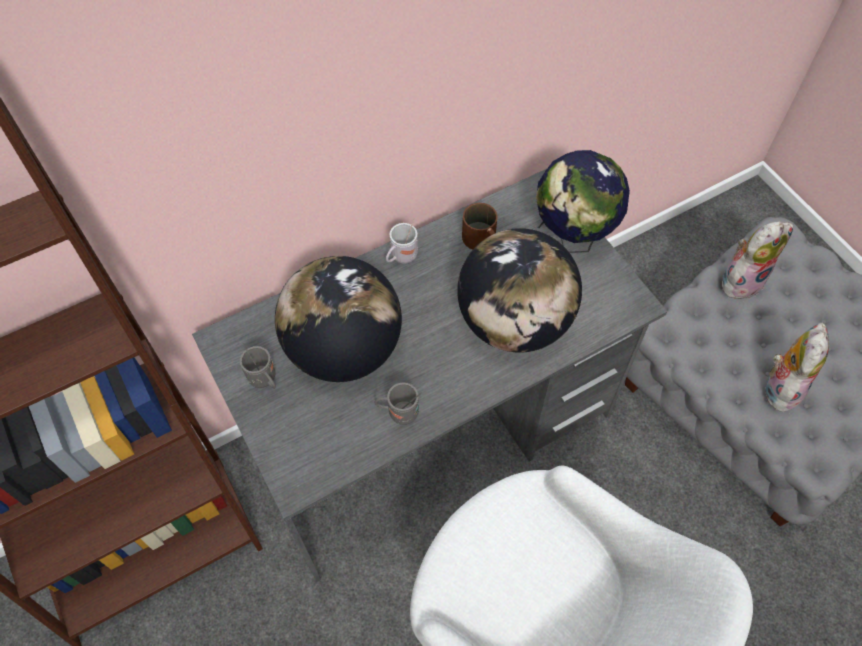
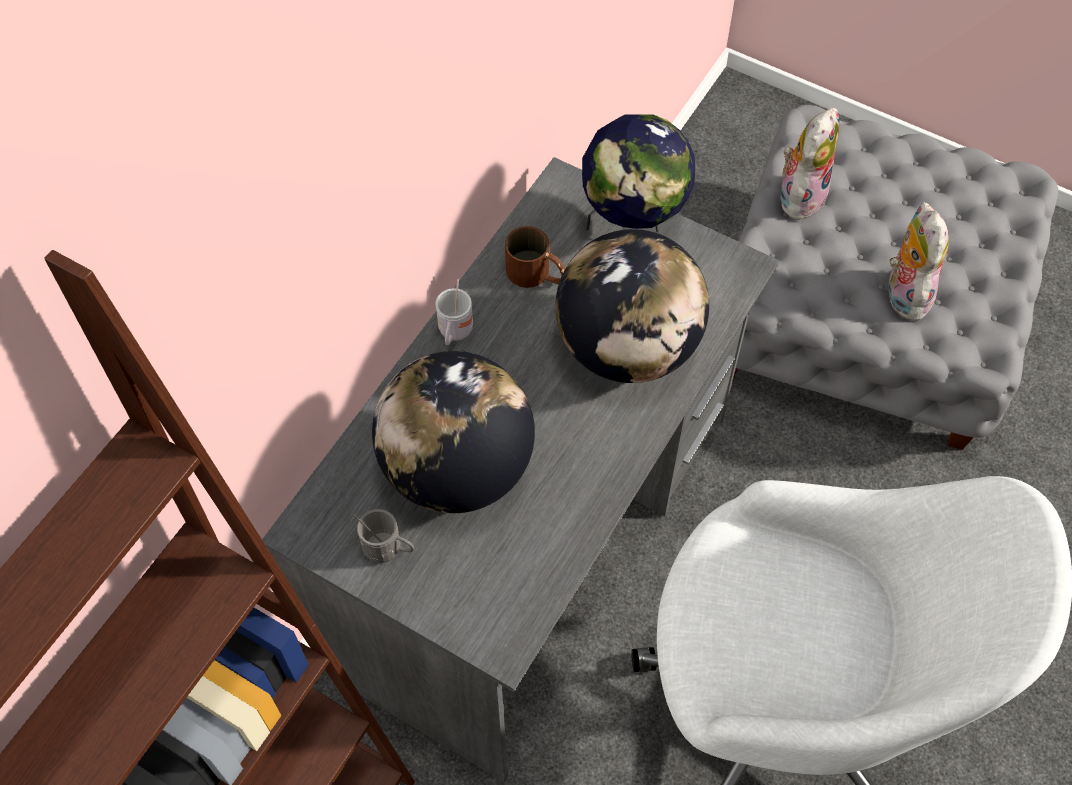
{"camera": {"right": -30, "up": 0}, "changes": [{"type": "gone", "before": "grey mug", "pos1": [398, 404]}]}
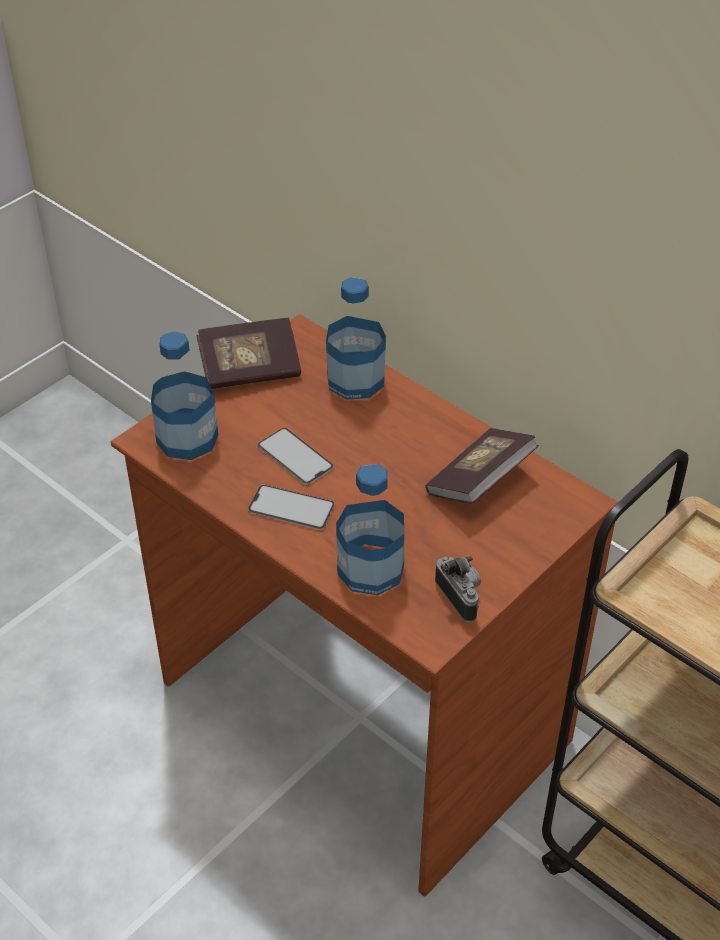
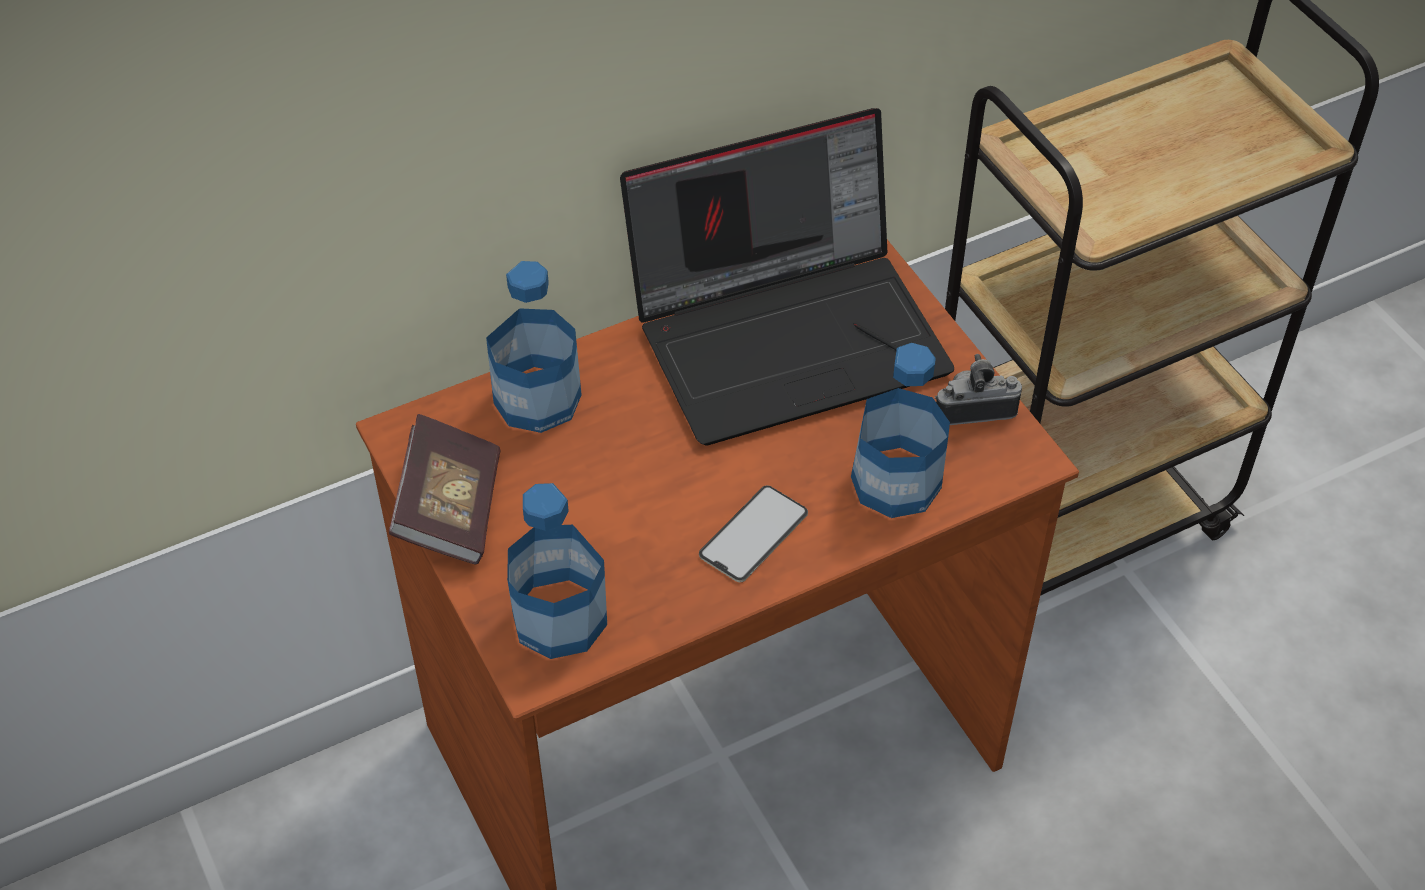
{"camera": {"right": -70, "up": 5}, "changes": [{"type": "swapped", "before": "book", "after": "laptop", "pos1": [481, 465], "pos2": [787, 277]}, {"type": "gone", "before": "phone", "pos1": [296, 456]}]}
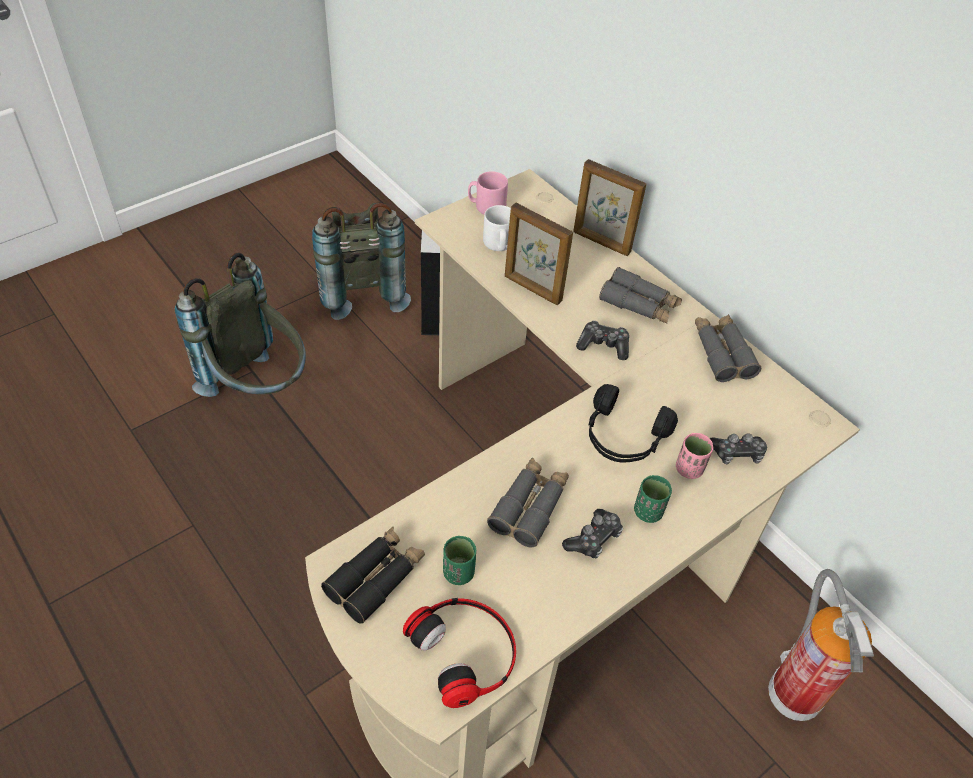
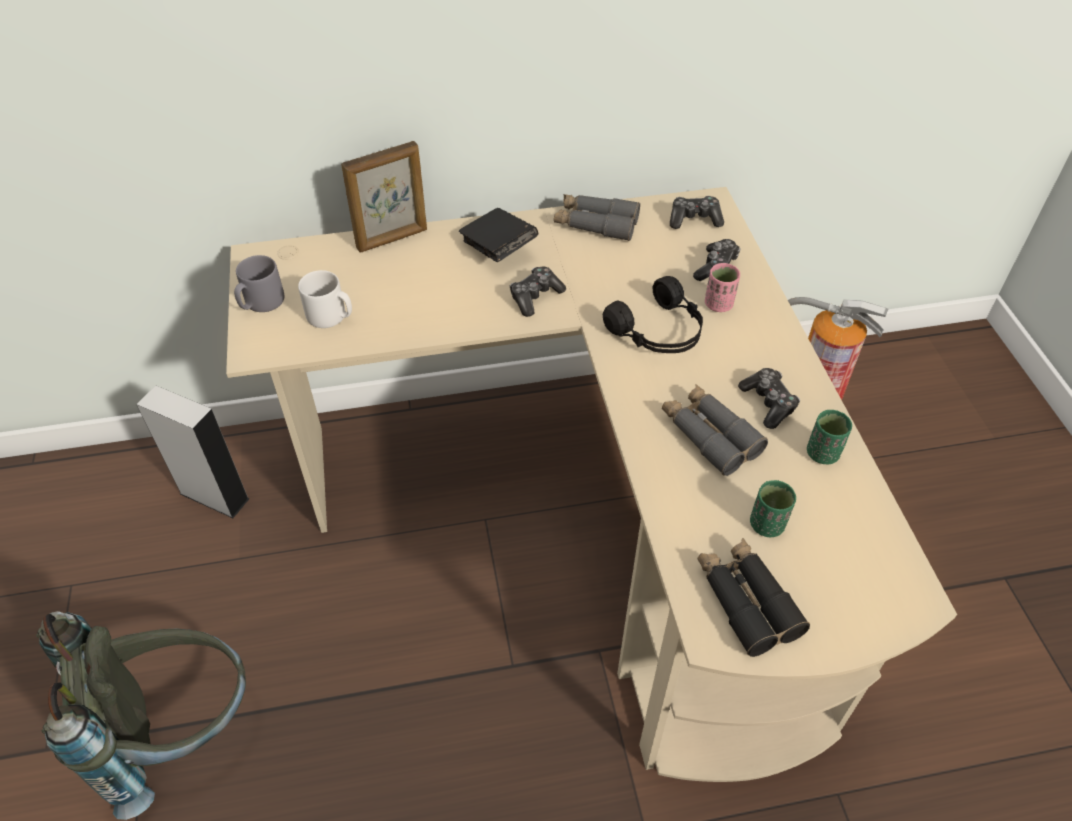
{"camera": {"right": -60, "up": 0}, "changes": [{"type": "repainted", "before": "pink mug", "after": "grey mug", "pos1": [488, 192], "pos2": [259, 283]}, {"type": "swapped", "before": "grey binoculars", "after": "black book", "pos1": [640, 295], "pos2": [498, 235]}, {"type": "new", "after": "game controller", "pos2": [697, 212]}, {"type": "shifted", "before": "green cup", "pos1": [653, 499], "pos2": [829, 437]}, {"type": "gone", "before": "grey backpack", "pos1": [361, 261]}, {"type": "gone", "before": "headphones", "pos1": [459, 653]}, {"type": "gone", "before": "picture frame", "pos1": [539, 254]}]}
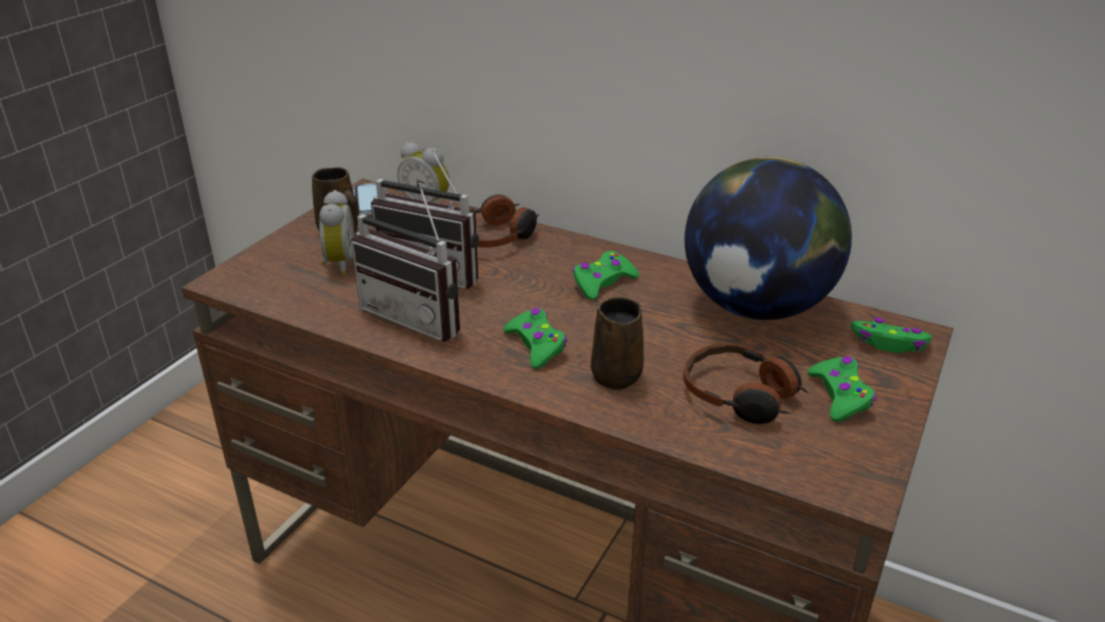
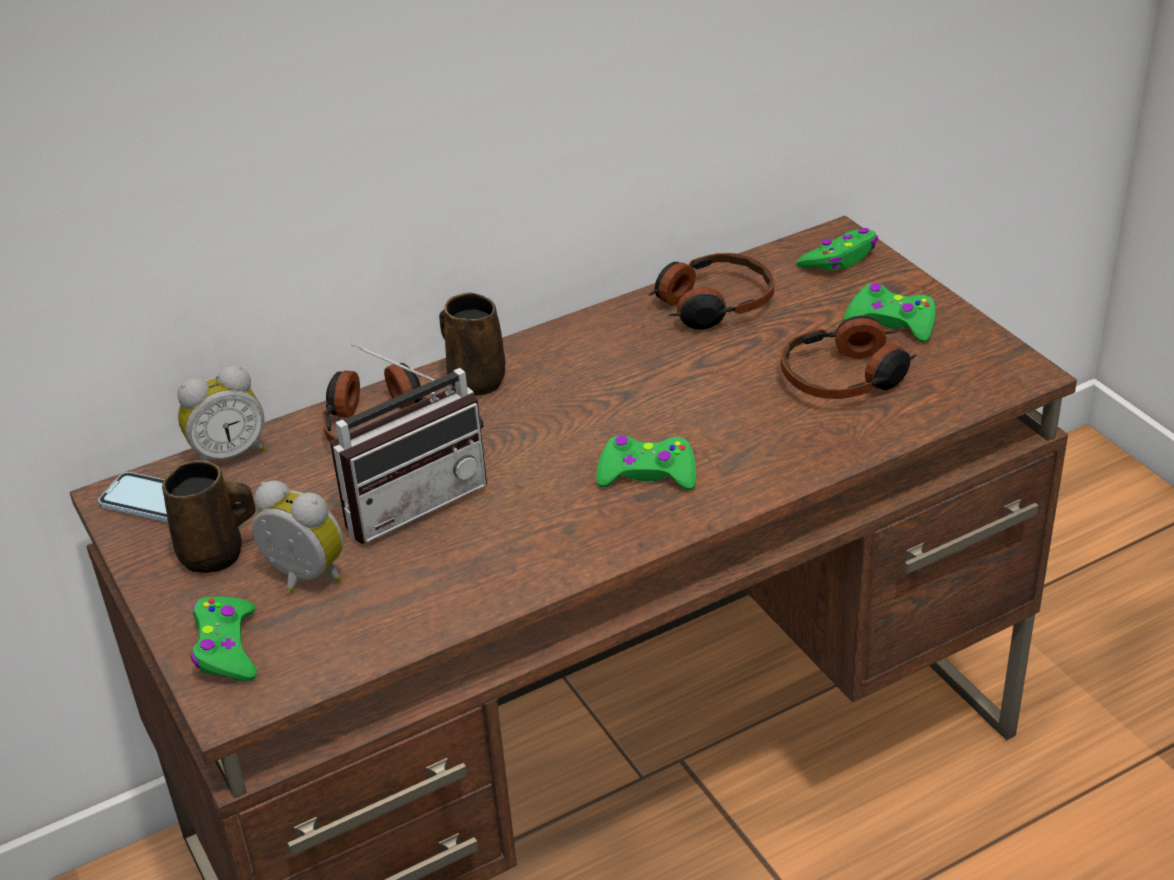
{"camera": {"right": -55, "up": 5}, "changes": [{"type": "shifted", "before": "green game controller", "pos1": [605, 275], "pos2": [224, 639]}, {"type": "shifted", "before": "brown mug", "pos1": [617, 343], "pos2": [472, 344]}, {"type": "swapped", "before": "globe", "after": "headphones", "pos1": [768, 238], "pos2": [711, 291]}, {"type": "gone", "before": "radio", "pos1": [405, 262]}]}
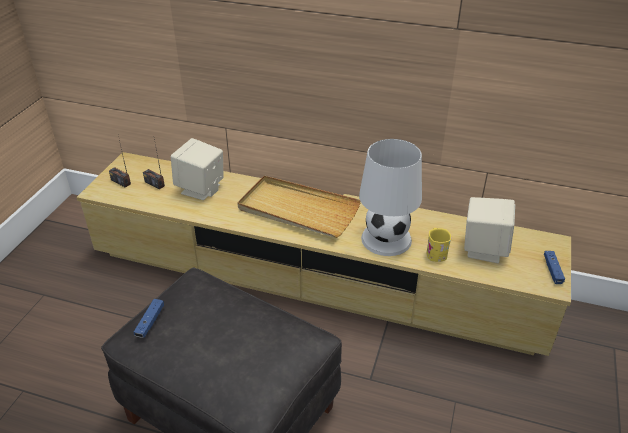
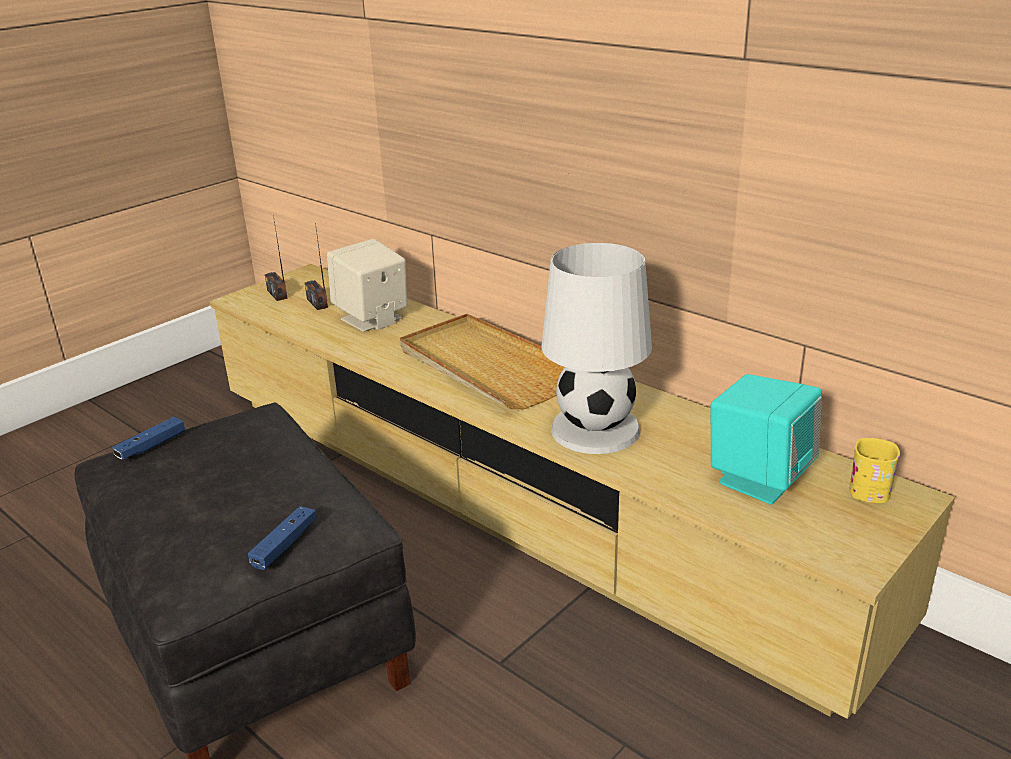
{"camera": {"right": 25, "up": -10}, "changes": [{"type": "shifted", "before": "blue game controller", "pos1": [554, 267], "pos2": [282, 538]}, {"type": "repainted", "before": "beige speaker", "after": "turquoise speaker", "pos1": [489, 230], "pos2": [766, 439]}, {"type": "shifted", "before": "yellow mug", "pos1": [439, 245], "pos2": [874, 470]}]}
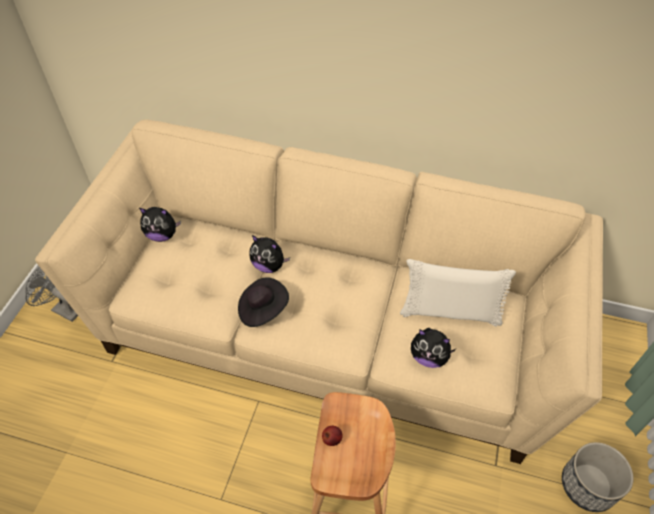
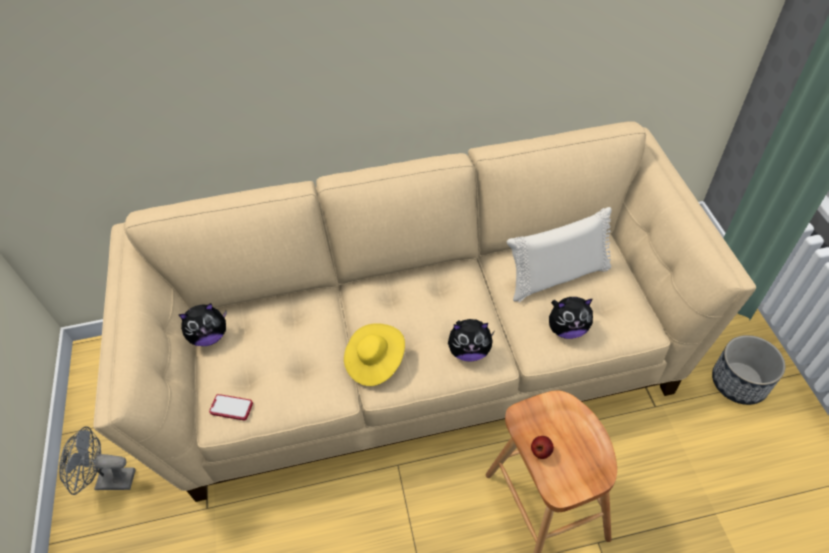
{"camera": {"right": -25, "up": 0}, "changes": [{"type": "new", "after": "phone", "pos2": [231, 407]}, {"type": "repainted", "before": "black hat", "after": "yellow hat", "pos1": [263, 302], "pos2": [374, 354]}, {"type": "shifted", "before": "plush toy", "pos1": [269, 254], "pos2": [471, 340]}]}
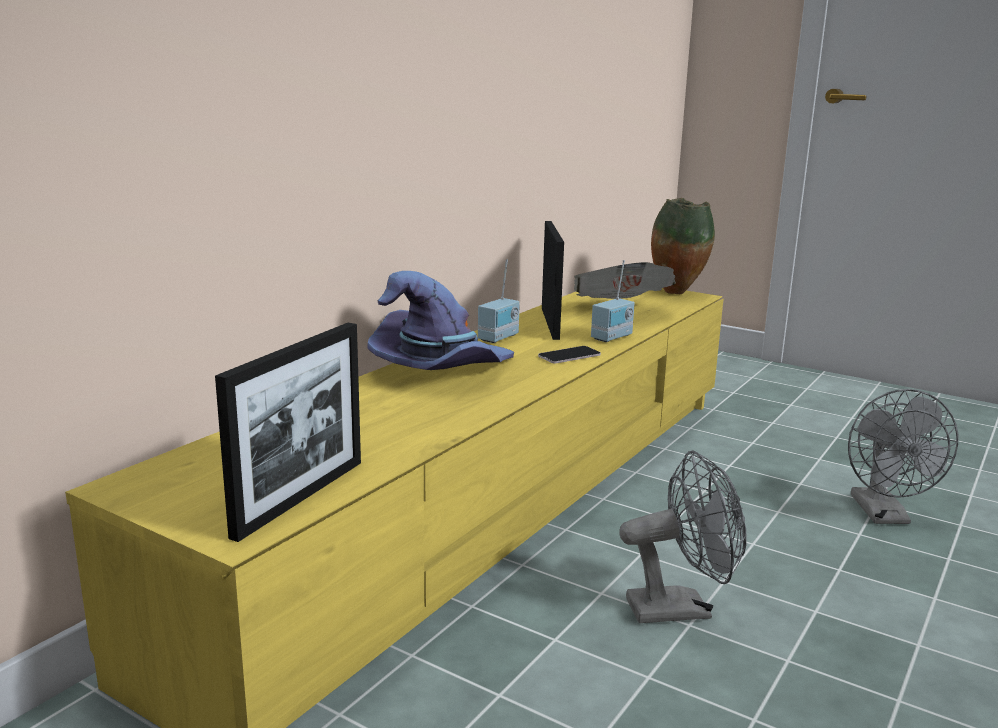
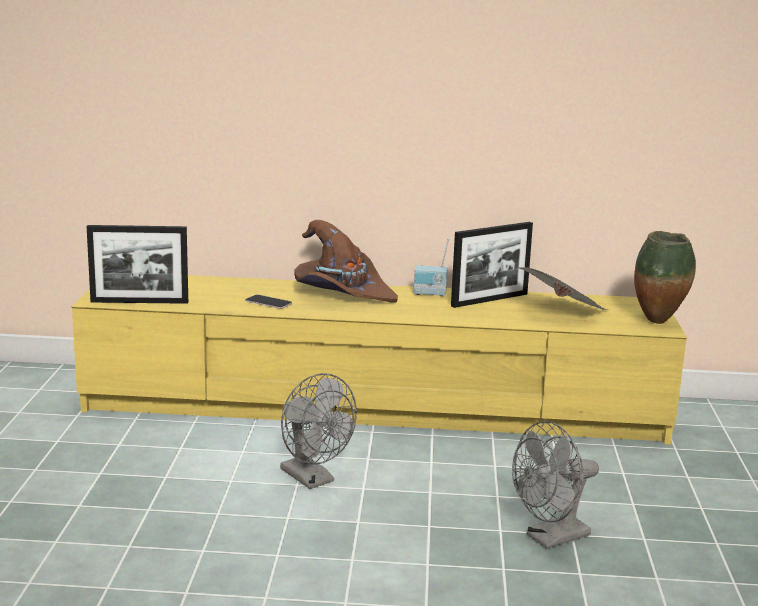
{"camera": {"right": 60, "up": 0}, "changes": [{"type": "shifted", "before": "phone", "pos1": [569, 354], "pos2": [268, 302]}, {"type": "repainted", "before": "purple hat", "after": "brown hat", "pos1": [441, 320], "pos2": [346, 261]}, {"type": "gone", "before": "radio", "pos1": [613, 301]}]}
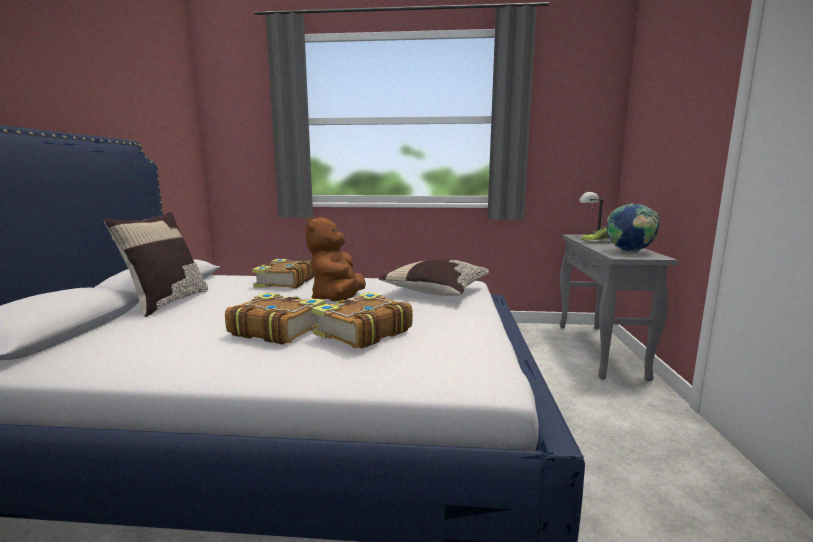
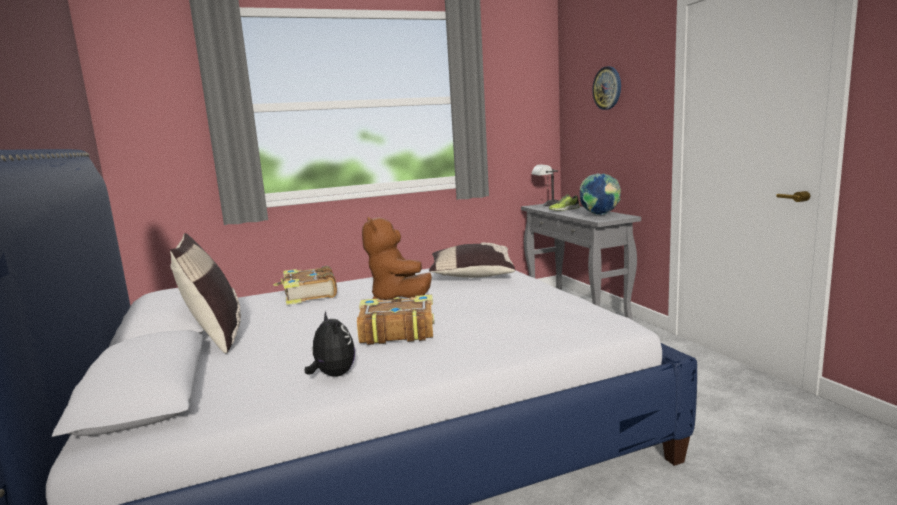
{"camera": {"right": -25, "up": 0}, "changes": [{"type": "new", "after": "plush toy", "pos2": [330, 344]}, {"type": "new", "after": "wall clock", "pos2": [606, 88]}, {"type": "gone", "before": "book", "pos1": [362, 320]}]}
